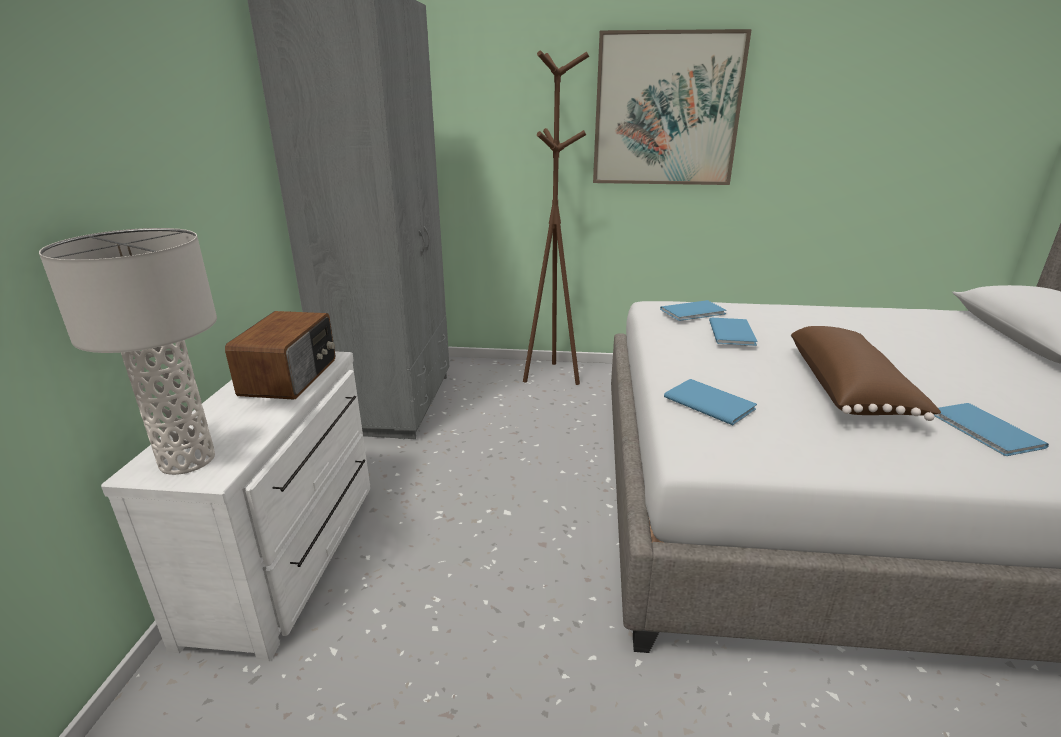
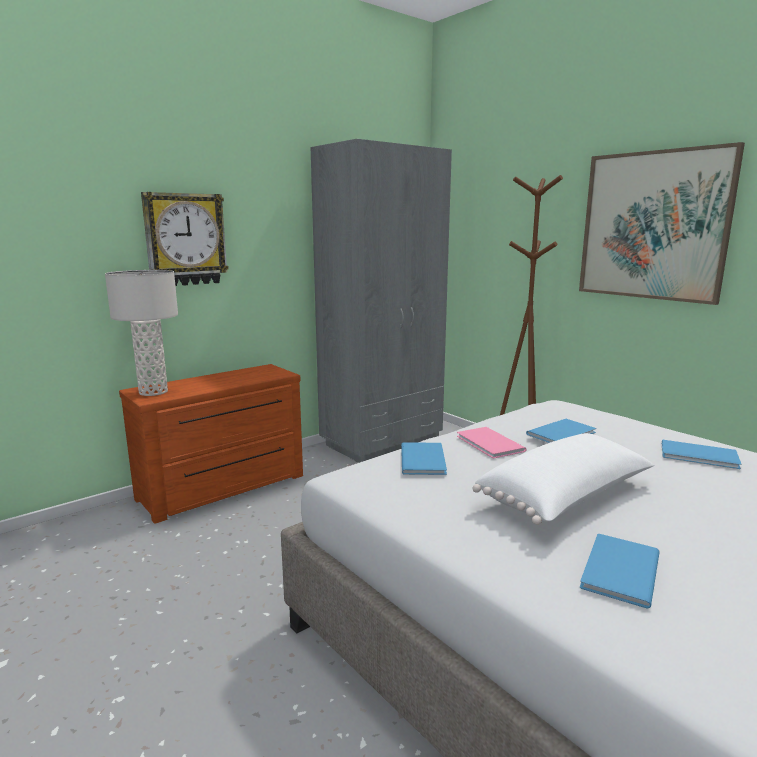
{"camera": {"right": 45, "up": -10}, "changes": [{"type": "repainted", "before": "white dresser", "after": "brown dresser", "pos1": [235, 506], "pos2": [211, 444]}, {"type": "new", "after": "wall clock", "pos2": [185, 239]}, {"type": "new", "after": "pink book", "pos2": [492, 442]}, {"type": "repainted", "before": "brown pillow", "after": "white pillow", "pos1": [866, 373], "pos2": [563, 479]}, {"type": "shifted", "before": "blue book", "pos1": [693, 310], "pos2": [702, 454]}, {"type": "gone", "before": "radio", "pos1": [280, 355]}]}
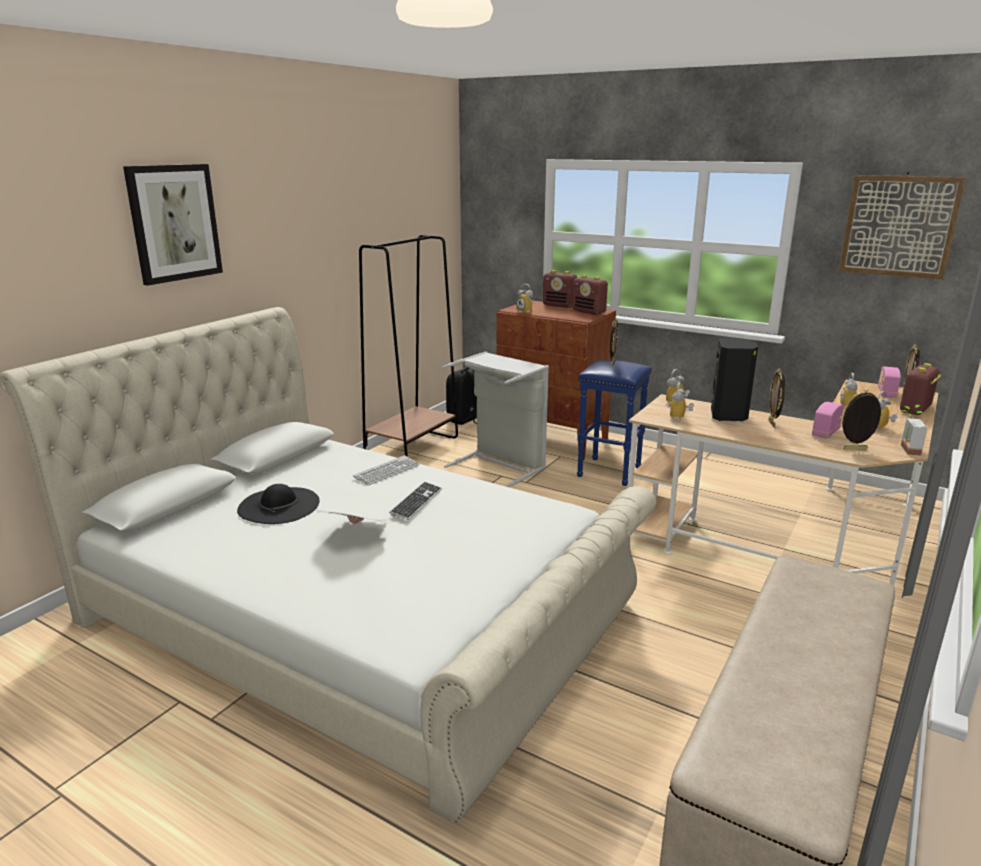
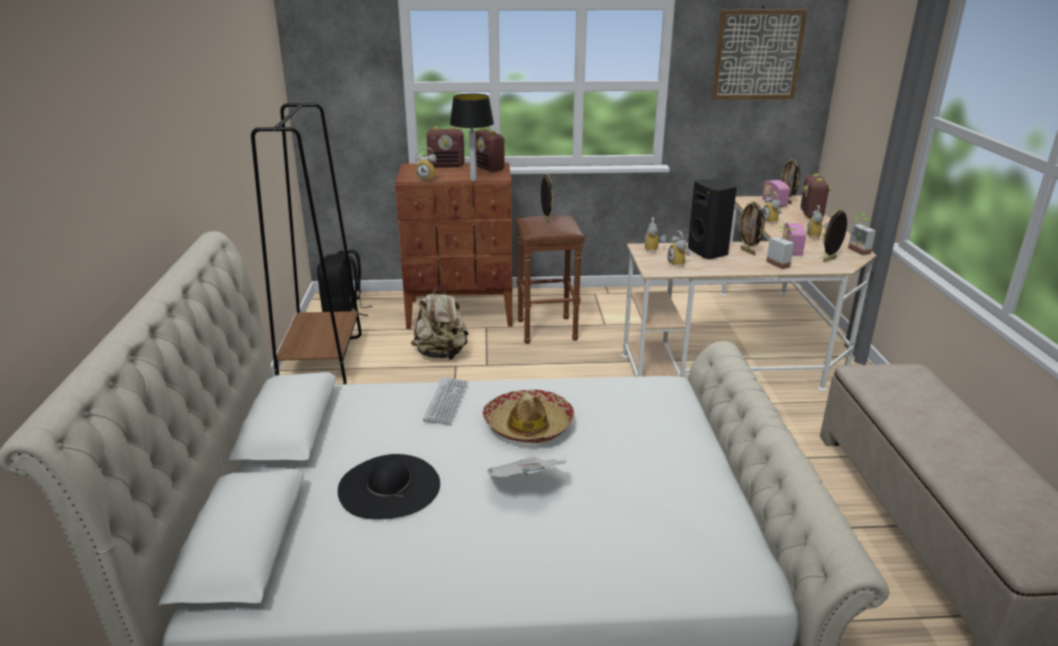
{"camera": {"right": -35, "up": 5}, "changes": [{"type": "swapped", "before": "grey laundry basket", "after": "beige backpack", "pos1": [495, 419], "pos2": [440, 322]}, {"type": "new", "after": "table lamp", "pos2": [472, 137]}, {"type": "rotated", "before": "radio", "pos1": [590, 295], "pos2": [490, 150], "turn": 45}, {"type": "swapped", "before": "keyboard", "after": "hat", "pos1": [415, 501], "pos2": [528, 416]}, {"type": "repainted", "before": "blue stool", "after": "brown stool", "pos1": [614, 423], "pos2": [550, 279]}, {"type": "new", "after": "potted plant", "pos2": [781, 248]}, {"type": "gone", "before": "picture", "pos1": [173, 225]}]}
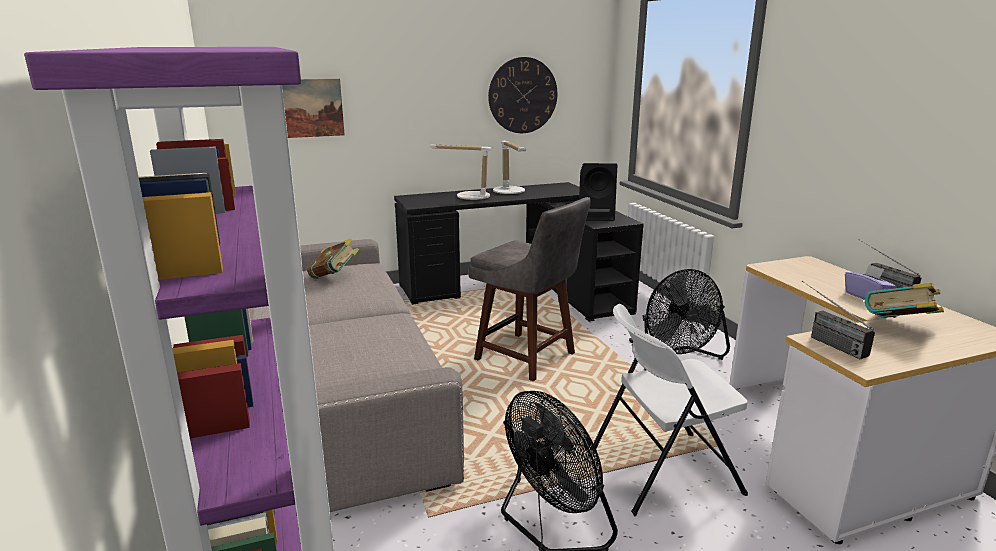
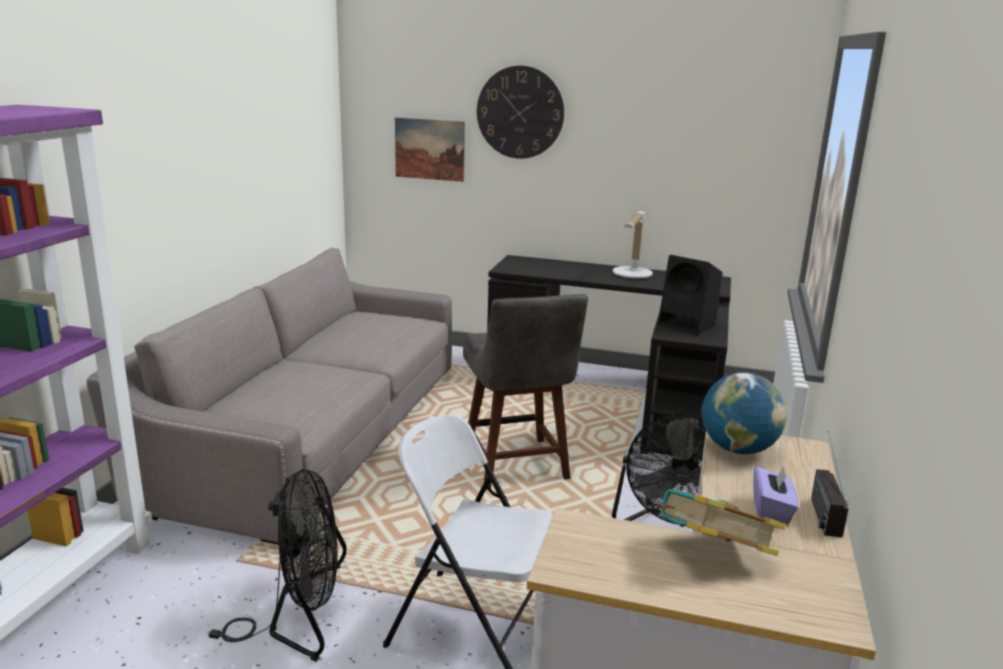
{"camera": {"right": 35, "up": 0}, "changes": [{"type": "shifted", "before": "wall clock", "pos1": [522, 95], "pos2": [520, 112]}, {"type": "new", "after": "globe", "pos2": [744, 413]}, {"type": "gone", "before": "book", "pos1": [333, 259]}, {"type": "gone", "before": "table lamp", "pos1": [461, 172]}, {"type": "gone", "before": "radio", "pos1": [838, 320]}]}
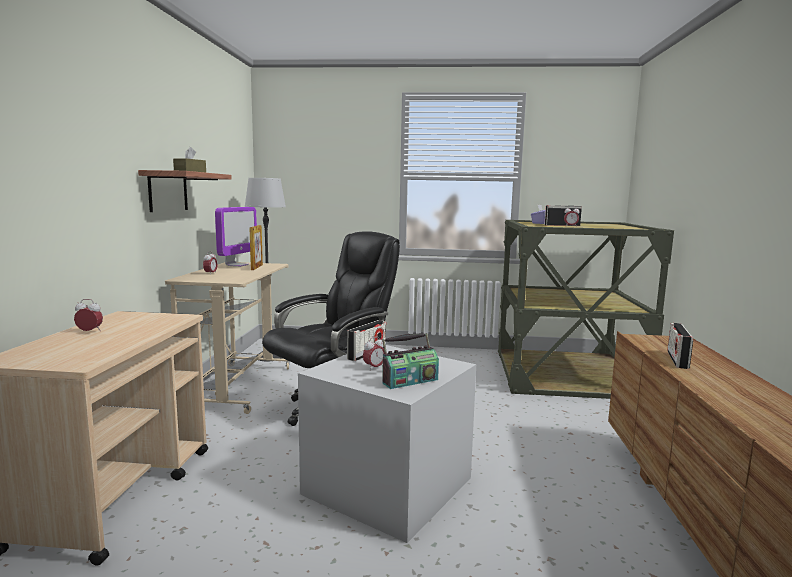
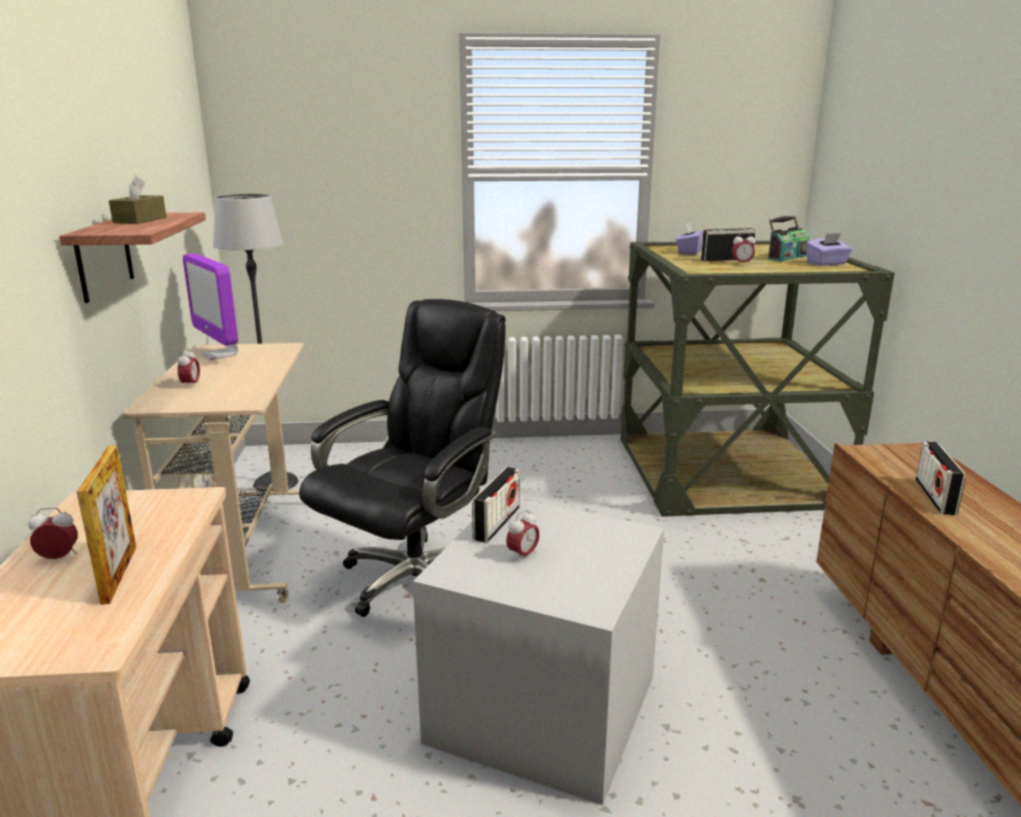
{"camera": {"right": -10, "up": 10}, "changes": [{"type": "shifted", "before": "picture frame", "pos1": [256, 247], "pos2": [106, 525]}, {"type": "rotated", "before": "monitor", "pos1": [236, 237], "pos2": [210, 306], "turn": 135}, {"type": "shifted", "before": "radio", "pos1": [410, 361], "pos2": [788, 238]}, {"type": "new", "after": "purple tissue box", "pos2": [829, 249]}]}
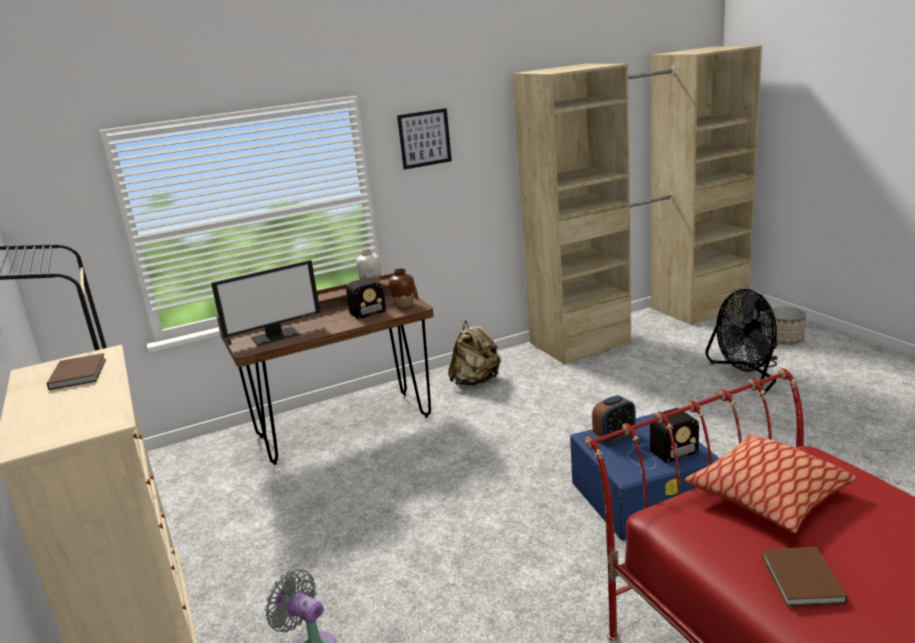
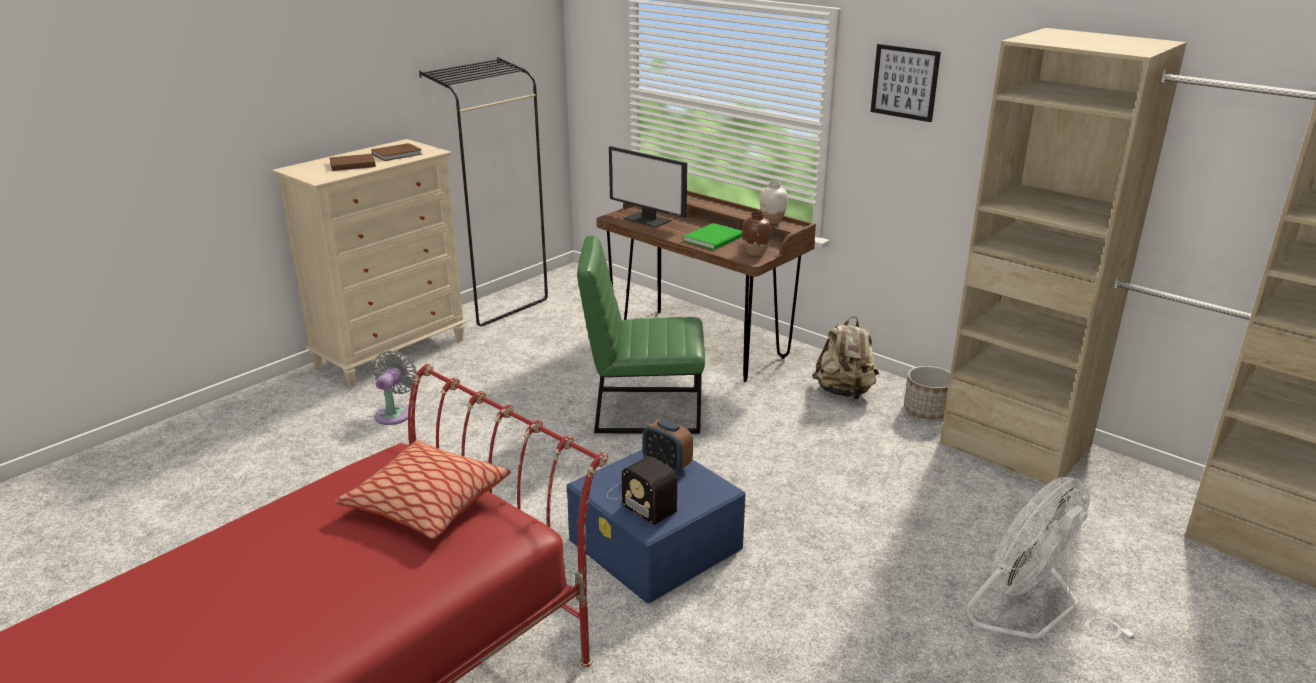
{"camera": {"right": 65, "up": 5}, "changes": [{"type": "shifted", "before": "brown book", "pos1": [804, 577], "pos2": [352, 162]}, {"type": "new", "after": "green chair", "pos2": [641, 334]}, {"type": "swapped", "before": "radio", "after": "green book", "pos1": [358, 300], "pos2": [712, 236]}, {"type": "shifted", "before": "planter", "pos1": [786, 325], "pos2": [927, 393]}, {"type": "repainted", "before": "black fan", "after": "white fan", "pos1": [742, 343], "pos2": [1051, 558]}]}
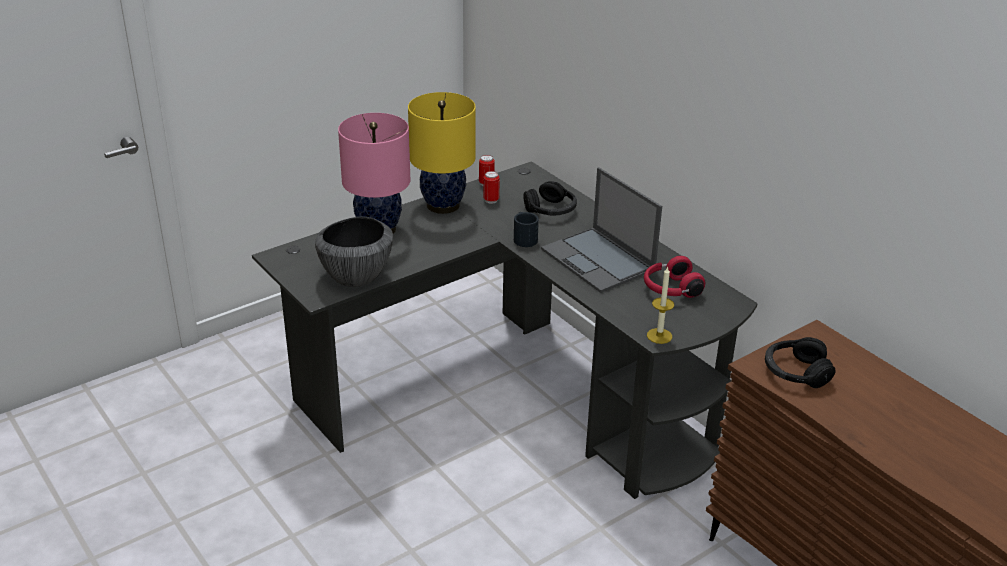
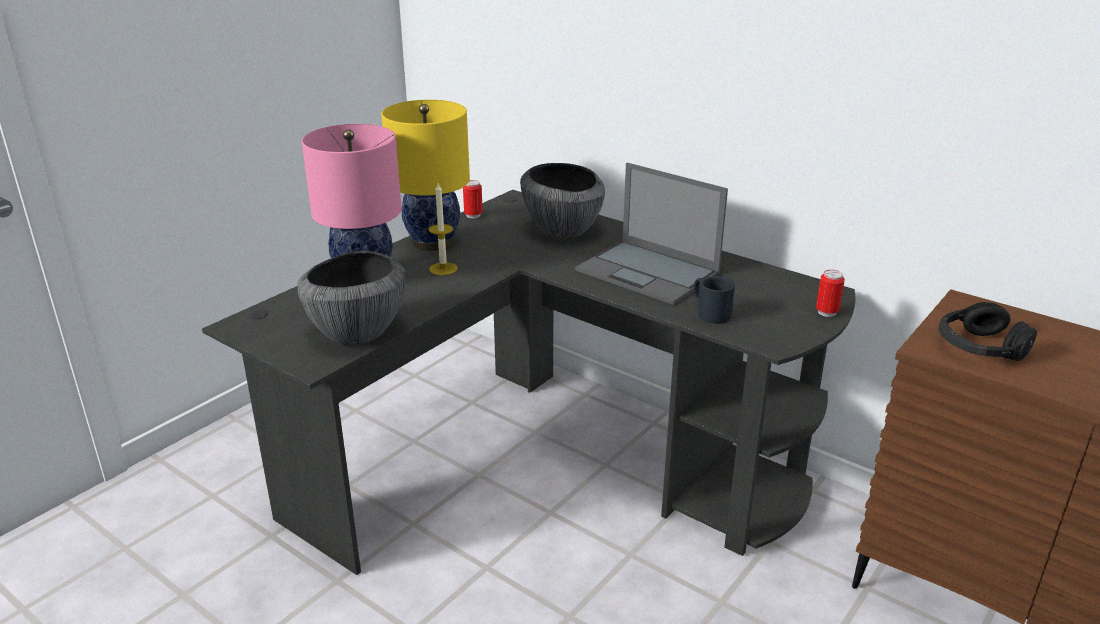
{"camera": {"right": -15, "up": -5}, "changes": [{"type": "shifted", "before": "candle", "pos1": [660, 305], "pos2": [443, 229]}, {"type": "swapped", "before": "black headphones", "after": "bowl", "pos1": [550, 198], "pos2": [562, 200]}, {"type": "shifted", "before": "black mug", "pos1": [526, 229], "pos2": [714, 300]}, {"type": "shifted", "before": "can", "pos1": [491, 187], "pos2": [830, 293]}, {"type": "gone", "before": "red headphones", "pos1": [674, 277]}]}
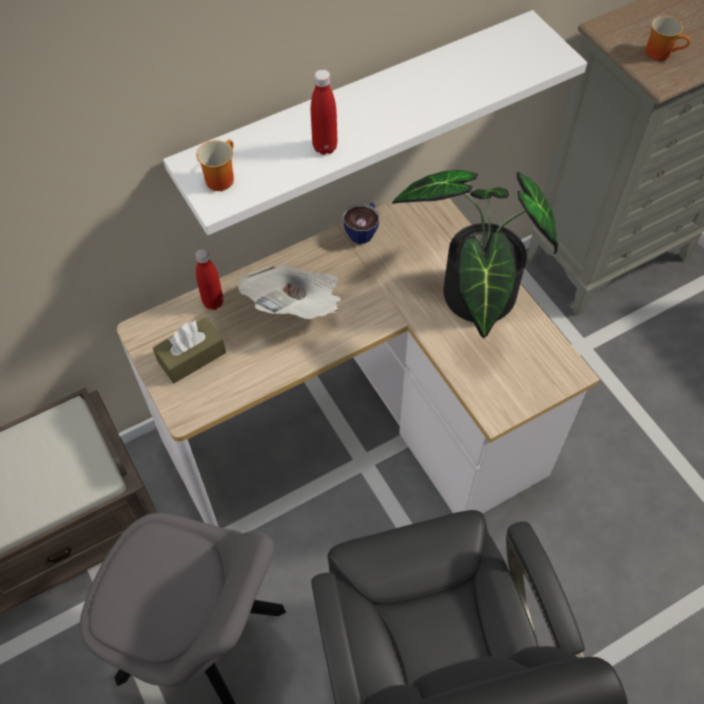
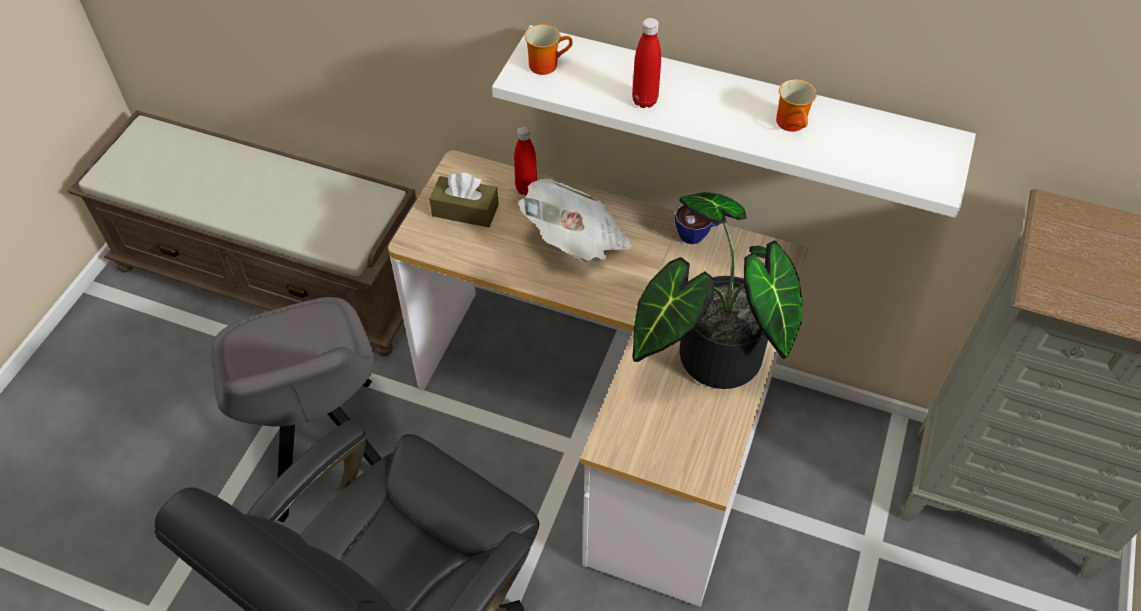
{"camera": {"right": 50, "up": -5}, "changes": [{"type": "shifted", "before": "mug", "pos1": [668, 38], "pos2": [796, 105]}]}
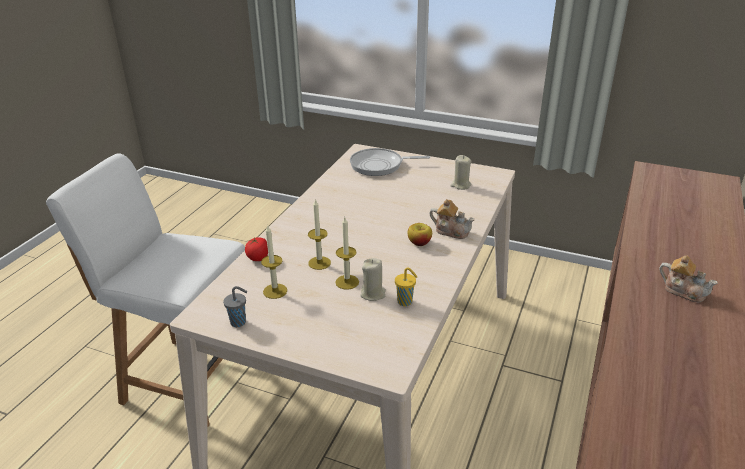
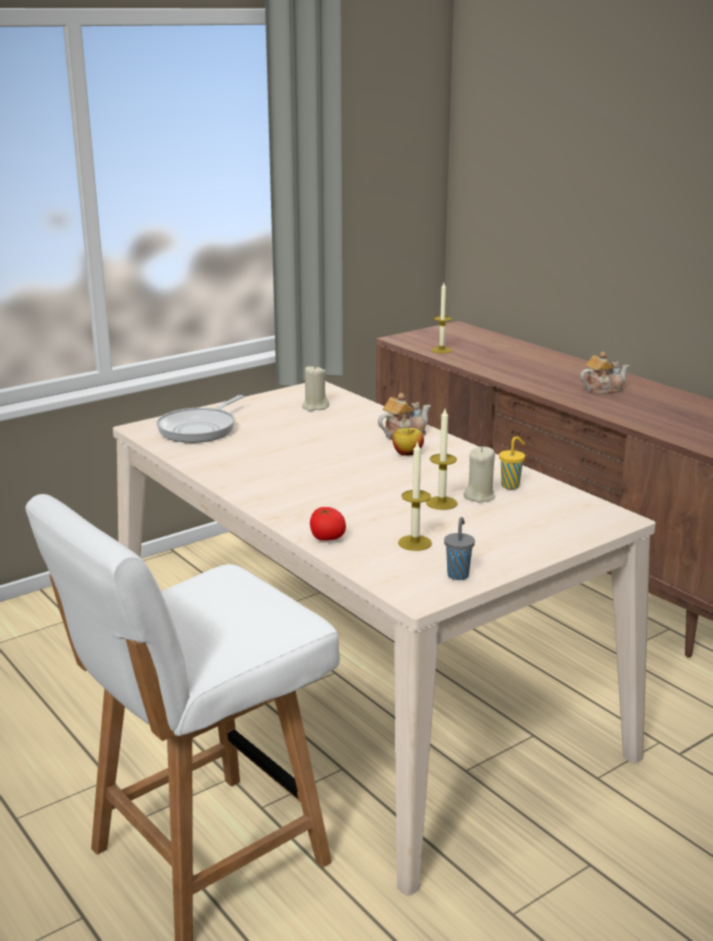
{"camera": {"right": -60, "up": -10}, "changes": [{"type": "shifted", "before": "candle", "pos1": [319, 234], "pos2": [441, 318]}]}
